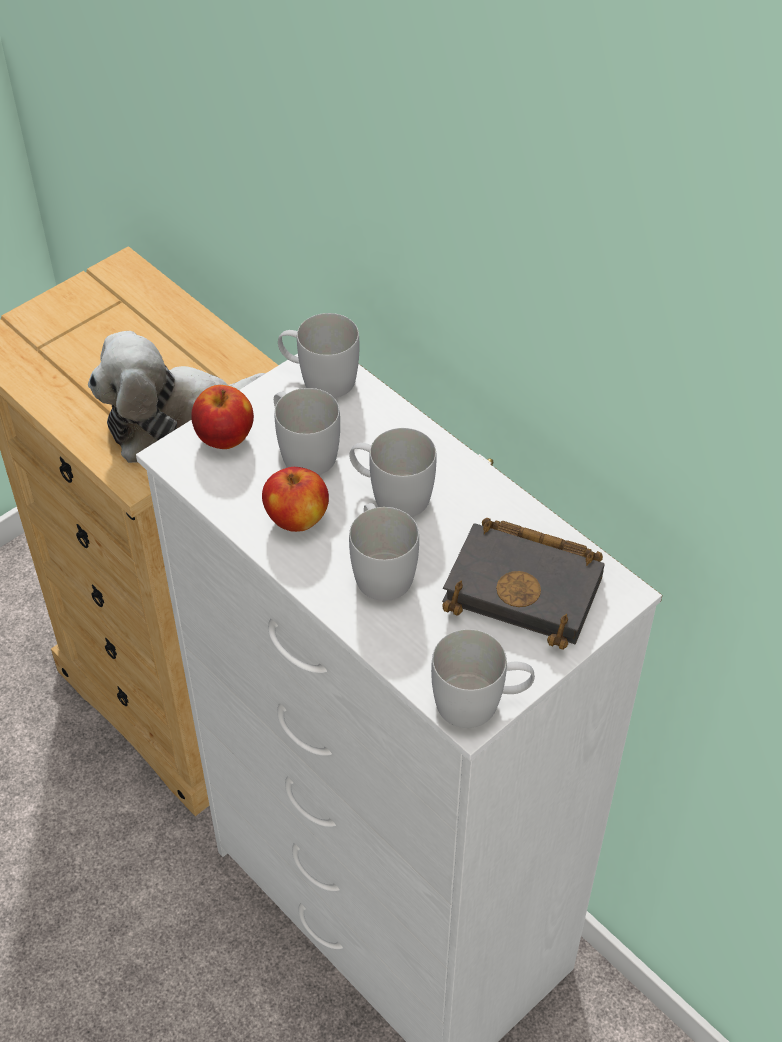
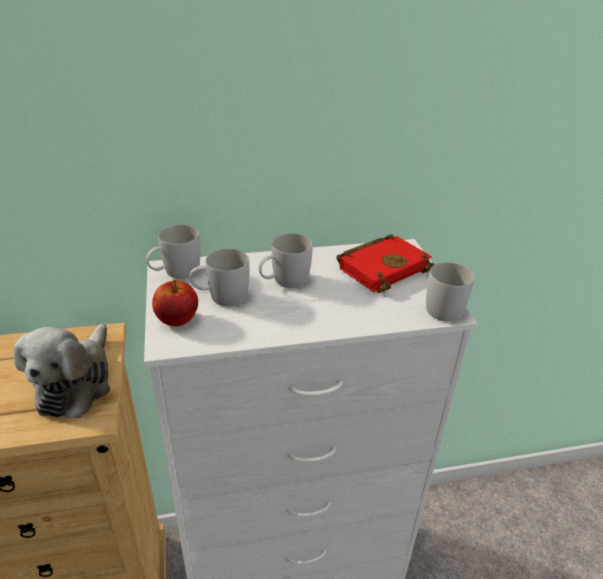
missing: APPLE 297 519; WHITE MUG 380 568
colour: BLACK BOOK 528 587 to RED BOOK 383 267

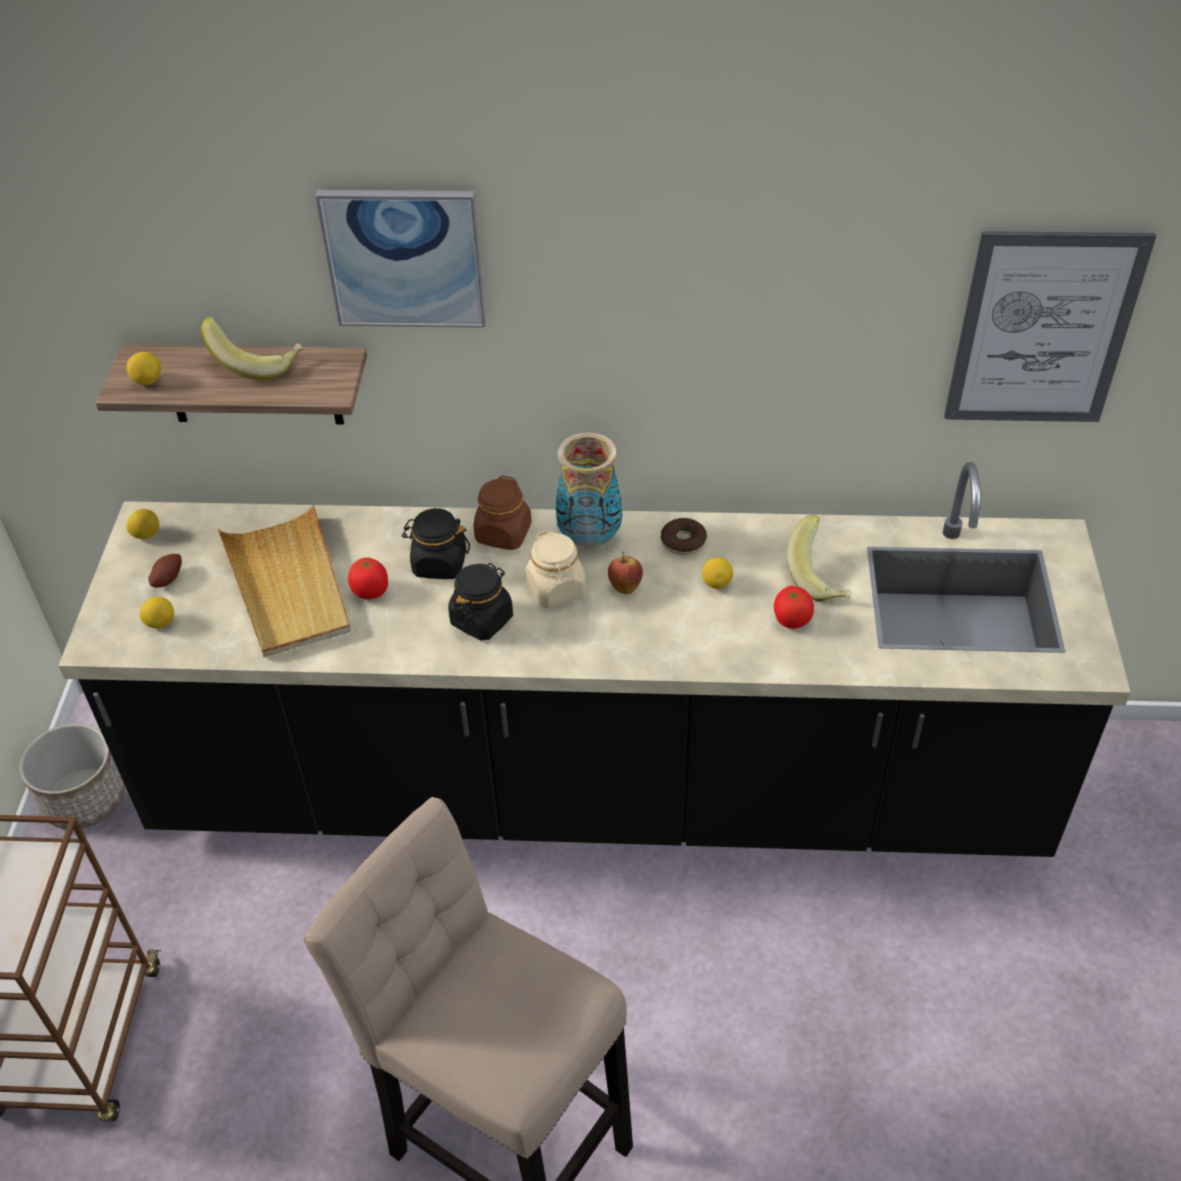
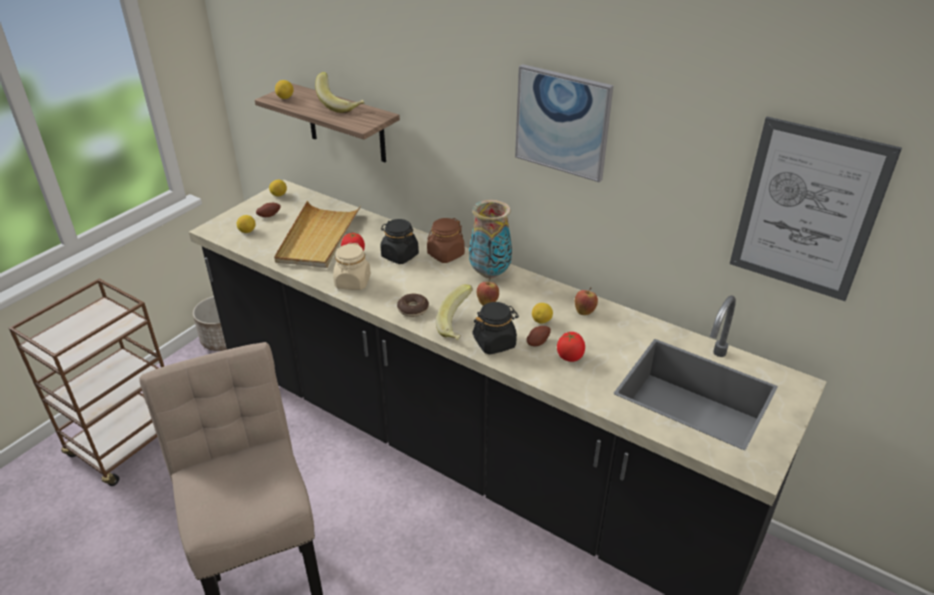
appeared: POTATO 537 342; APPLE 584 311
relocated: PICTURE 404 257 to 562 122; BLACK JAR 482 619 to 495 343; BEIGE JAR 556 589 to 353 282; DONUT 683 542 to 413 309; BANANA 820 577 to 458 326

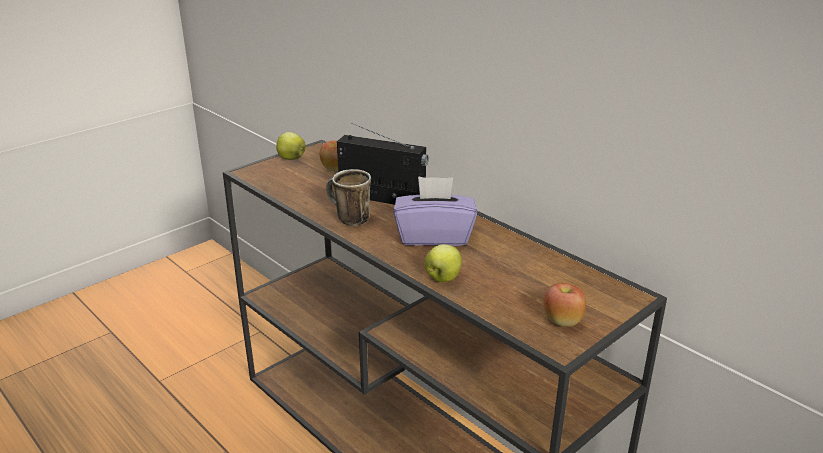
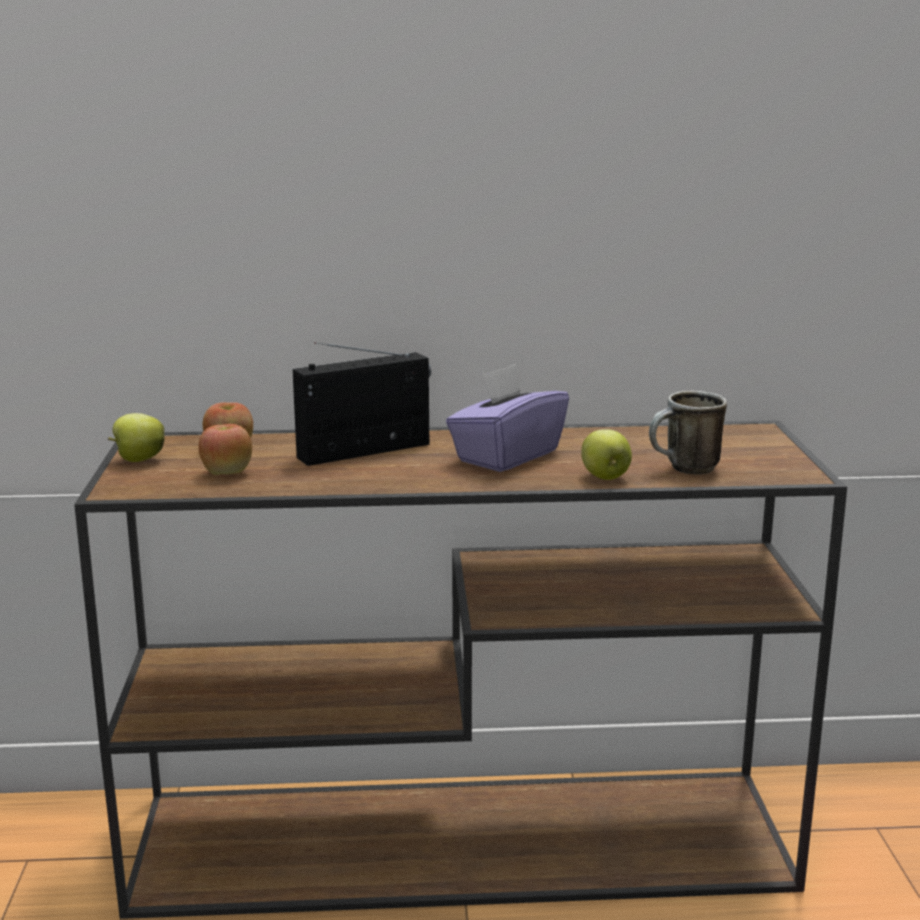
relocated: MUG 347 219 to 685 470; APPLE 562 321 to 227 473

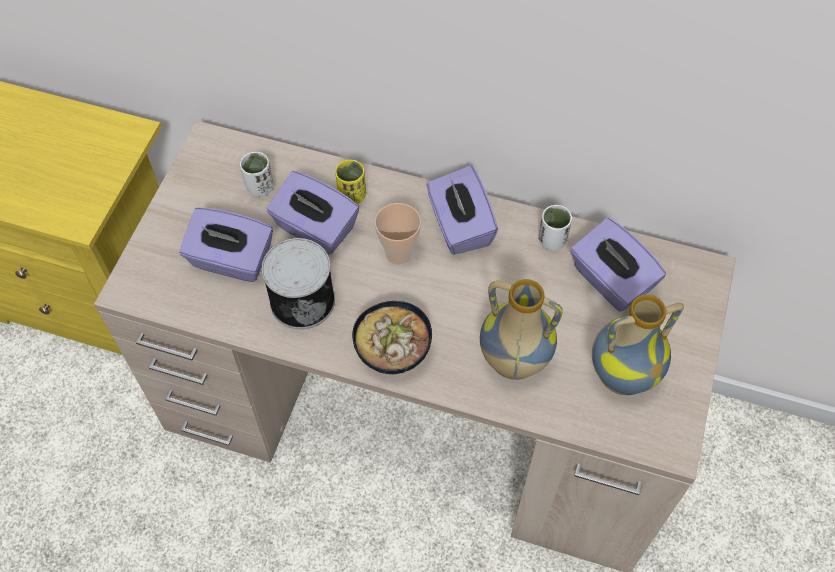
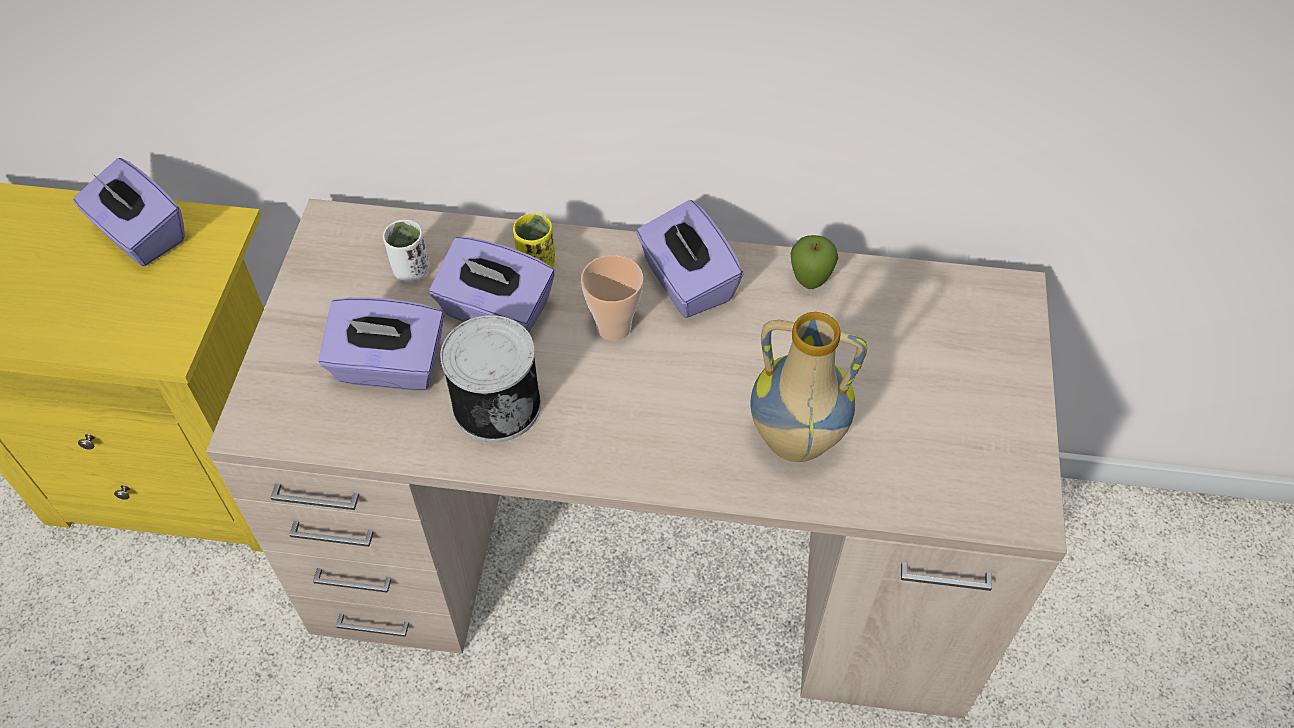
missing: BOWL 394 353; VASE 621 374
relocated: PURPLE TISSUE BOX 610 281 to 140 235
exchanged: WHITE CUP 552 240 to APPLE 809 283

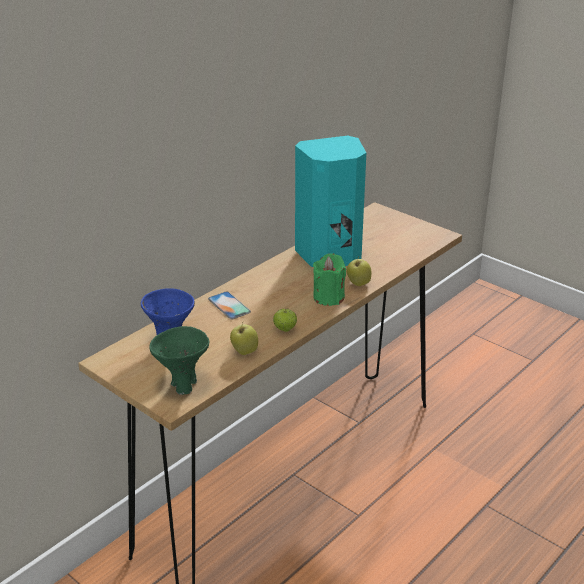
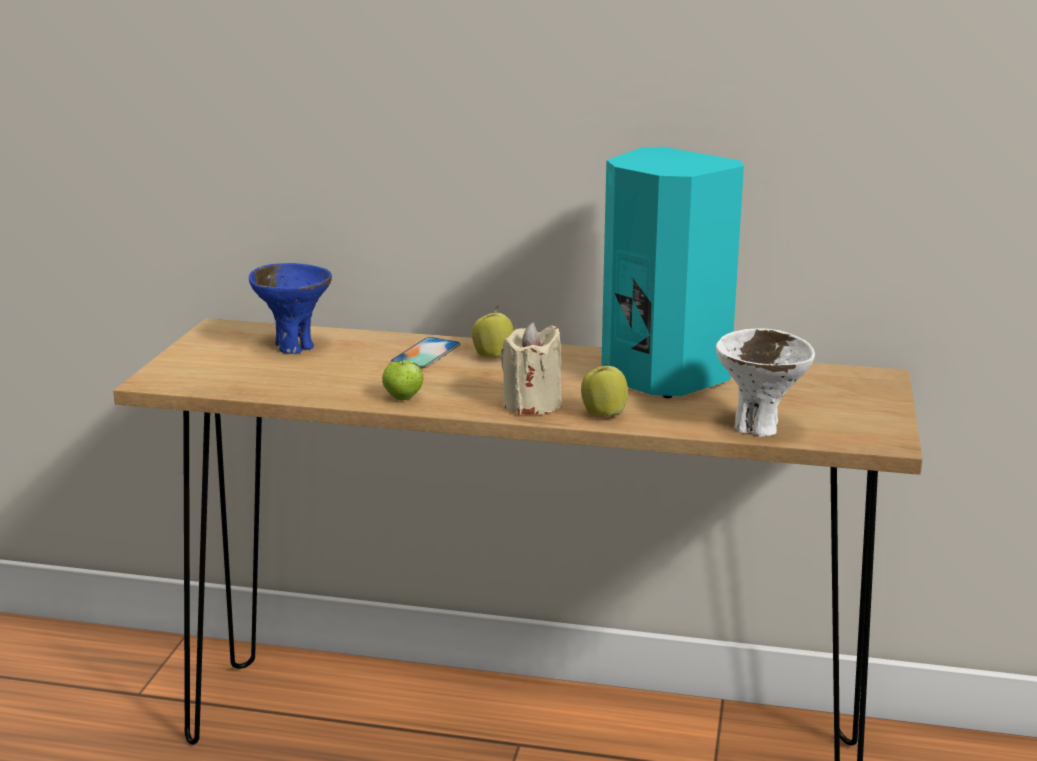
missing: GREEN BOWL 183 385
appeared: WHITE BOWL 758 427
relocated: APPLE 244 352 to 493 357
colour: GREEN CANDLE 328 297 to BEIGE CANDLE 531 404

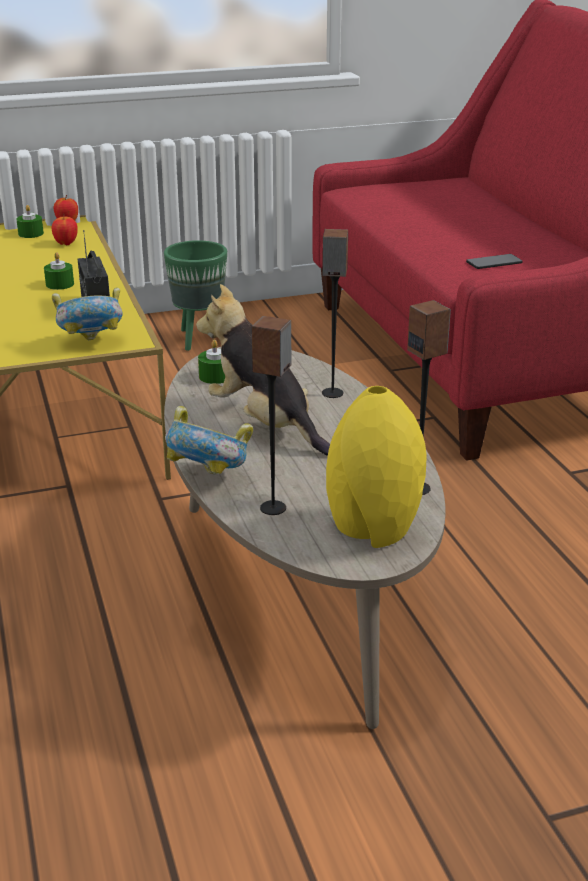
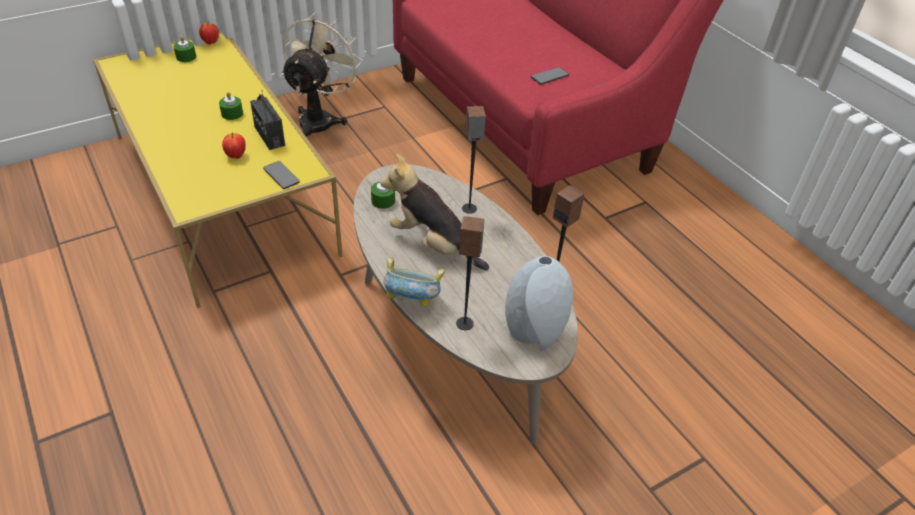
relocated: APPLE 66 243 to 236 156
exchanged: BOWL 92 342 to PHONE 281 176; GREEN PLANTER 199 339 to BEIGE FAN 320 119
colour: YELLOW VASE 373 529 to GREY VASE 535 333

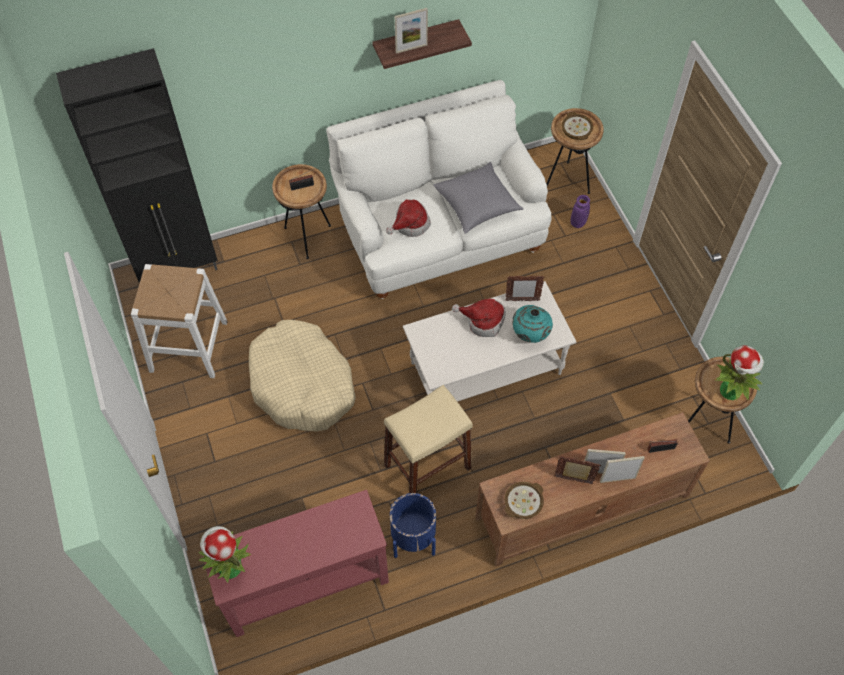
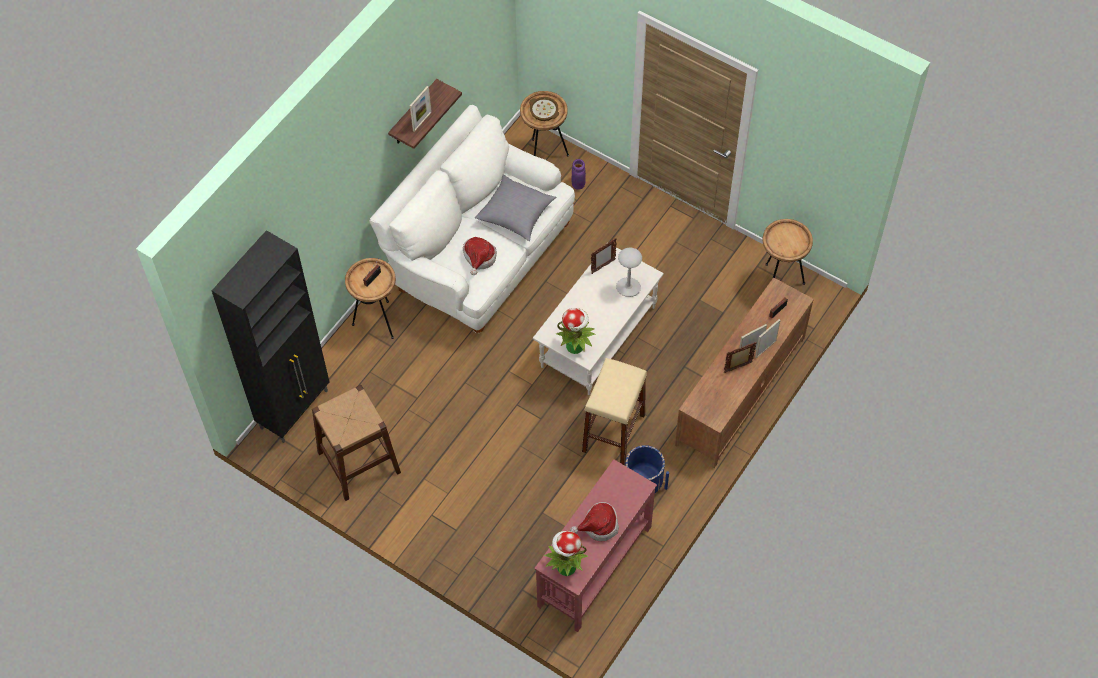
missing: BEIGE DOG BED 302 384; BOWL 523 502
relocated: HAT 483 321 to 598 526; POTTED PLANT 731 391 to 575 346
exchanged: TURQUOISE VASE 530 335 to GREY TABLE LAMP 628 288
colour: WHITE STOOL 188 346 to BROWN STOOL 358 462

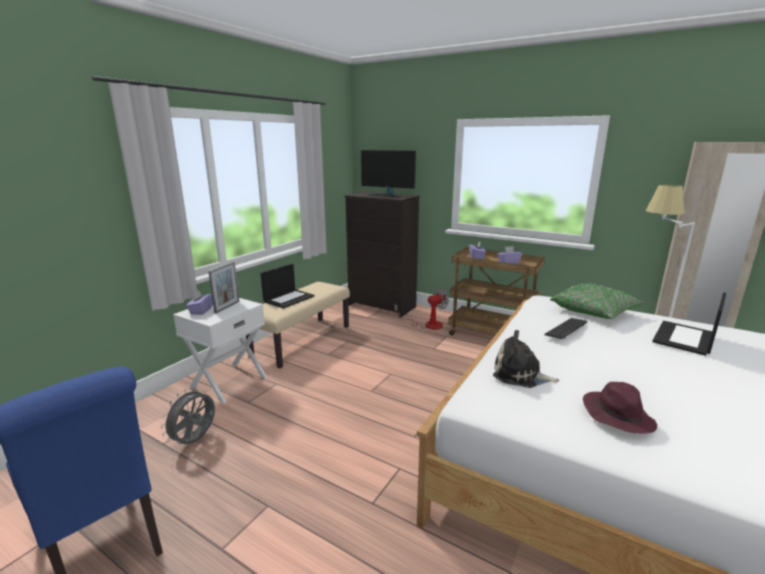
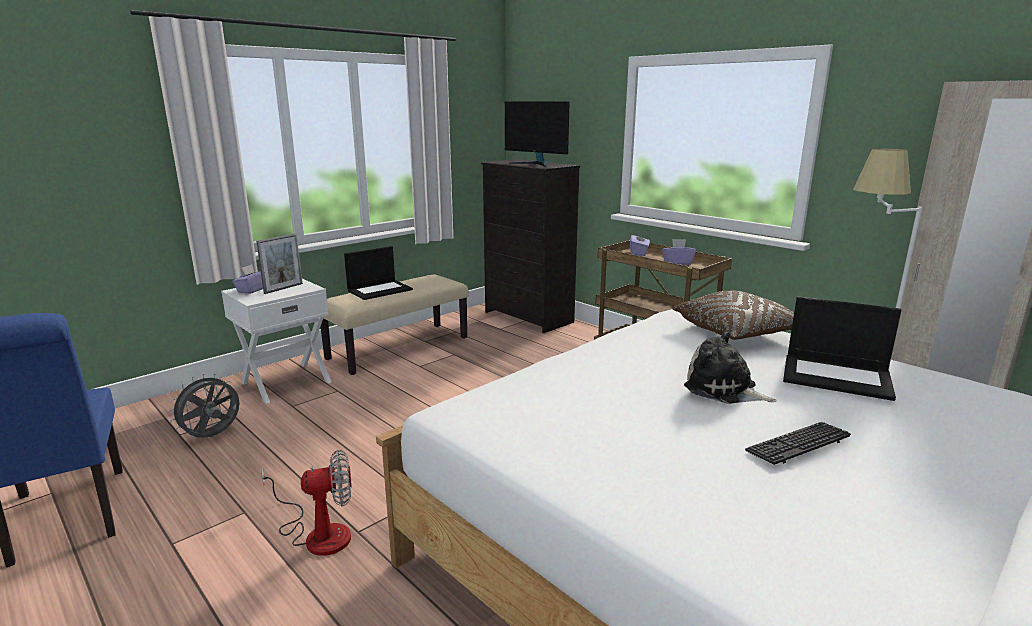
missing: PURPLE HAT 616 415
relocated: FAN 427 324 to 318 533; PLUSH TOY 520 375 to 724 389; KEYBOARD 566 329 to 798 445
colour: GREEN PILLOW 594 312 to BROWN PILLOW 737 333
spun: LAPTOP 685 338 = 837 377 120 degrees counterclockwise

